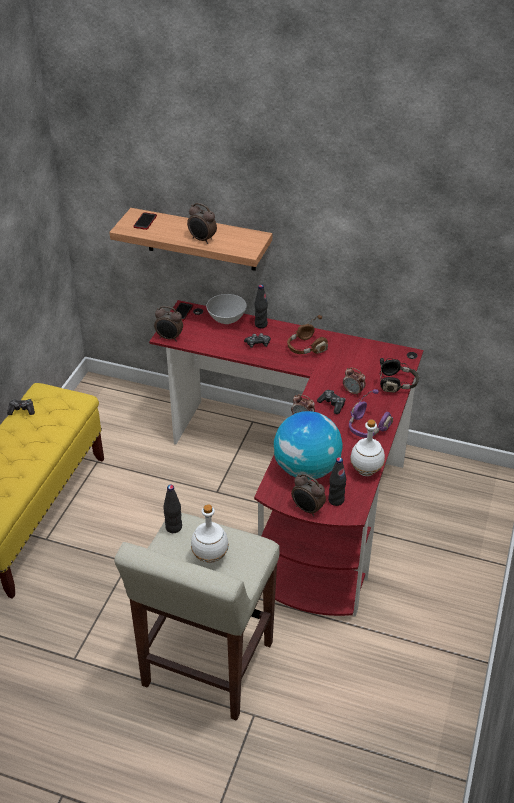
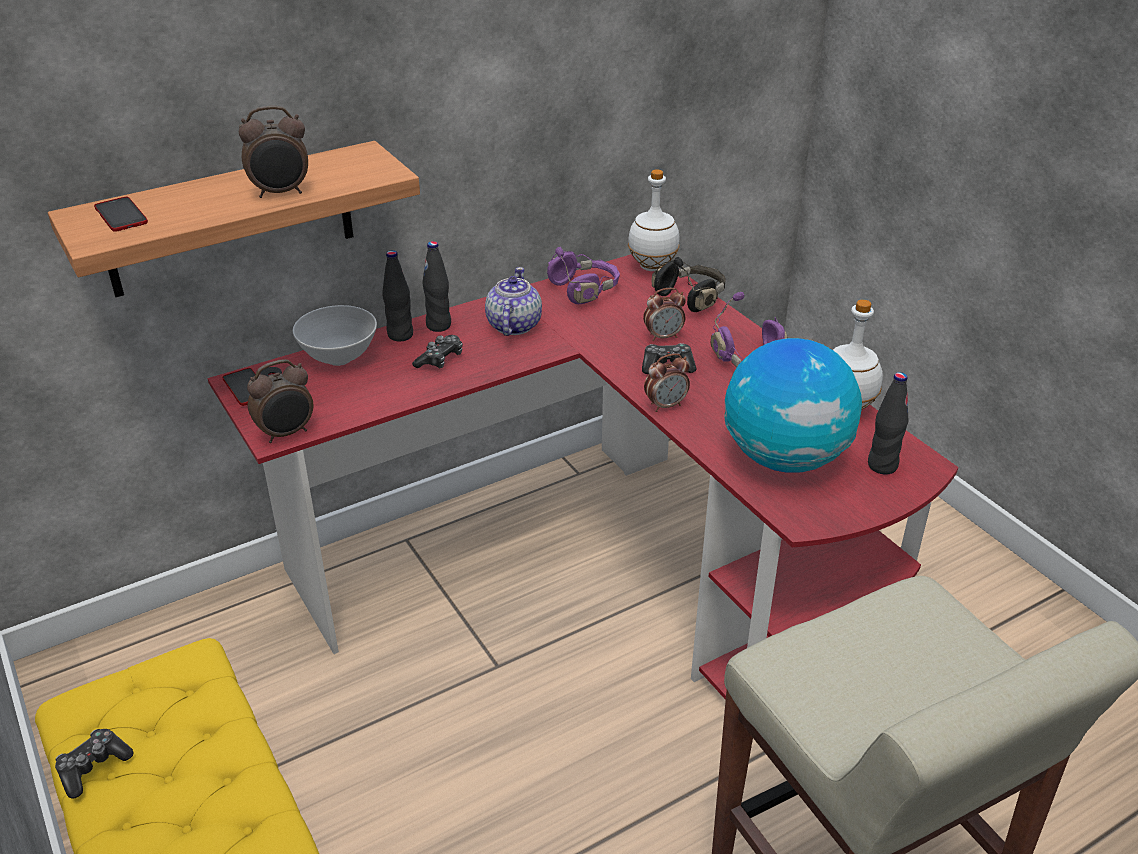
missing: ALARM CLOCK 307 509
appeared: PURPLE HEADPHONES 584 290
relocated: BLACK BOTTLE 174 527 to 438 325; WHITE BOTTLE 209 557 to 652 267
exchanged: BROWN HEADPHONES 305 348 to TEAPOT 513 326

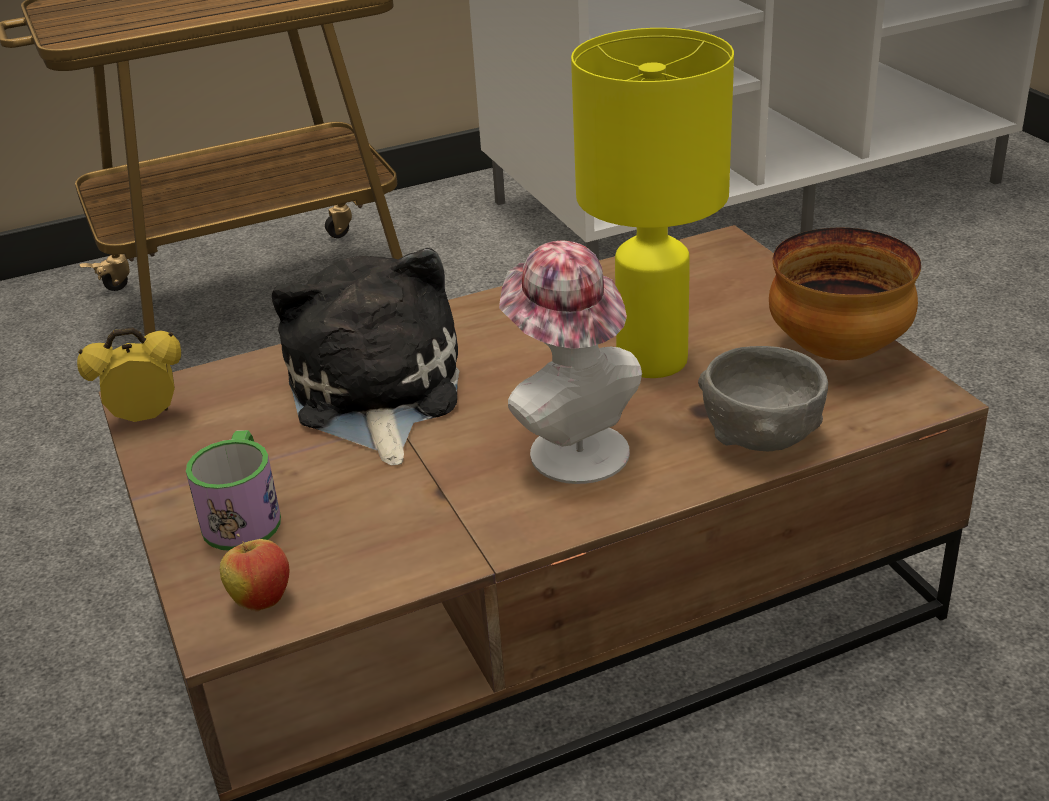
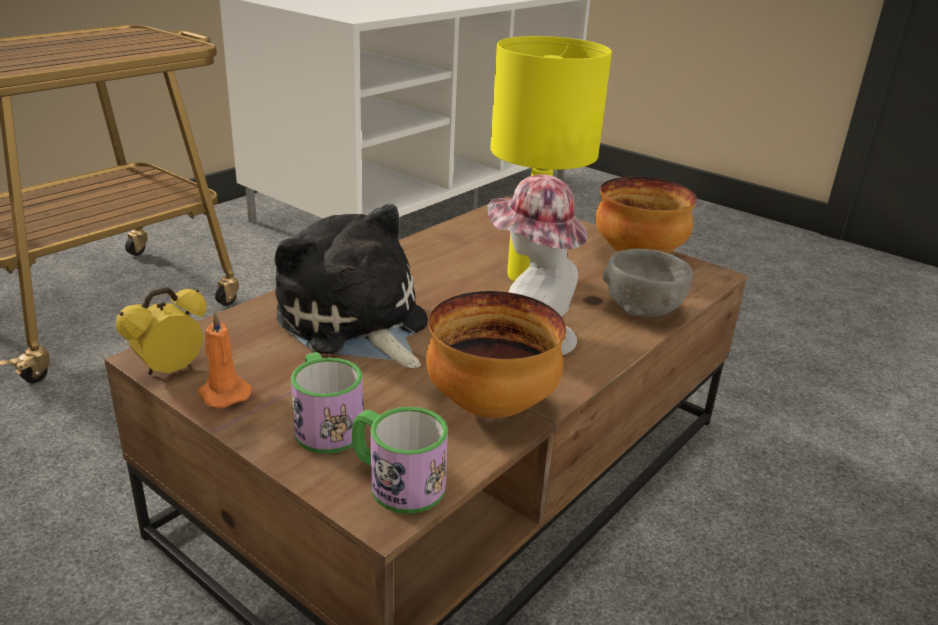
appeared: ORANGE CANDLE 223 393; BOWL 491 407
exchanged: APPLE 261 599 to MUG 396 482

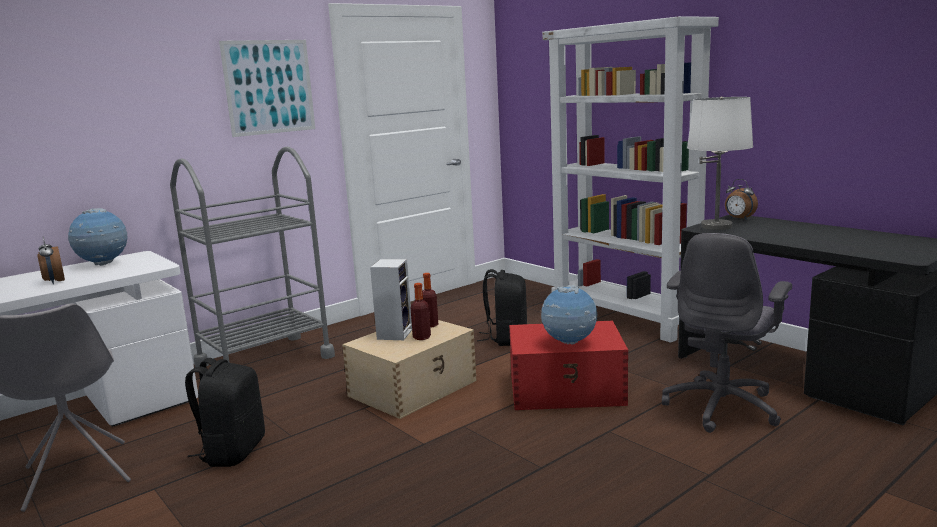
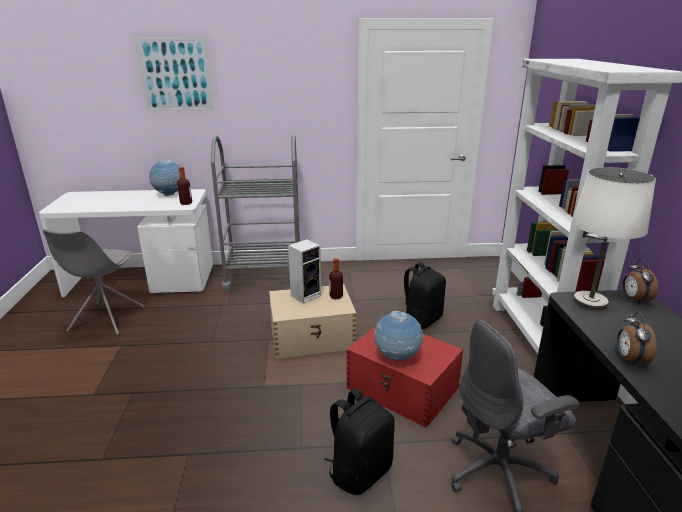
relocated: ALARM CLOCK 54 281 to 629 359; BLACK BACKPACK 232 452 to 359 471; PICTURE 269 87 to 175 75; BOTTLE 422 337 to 186 203

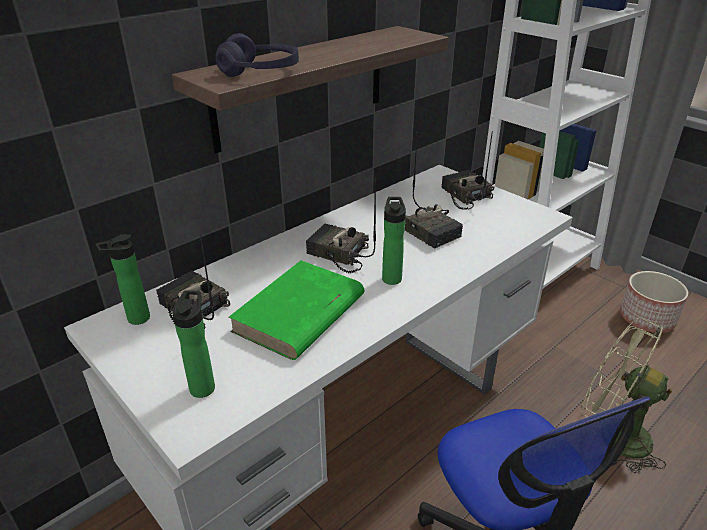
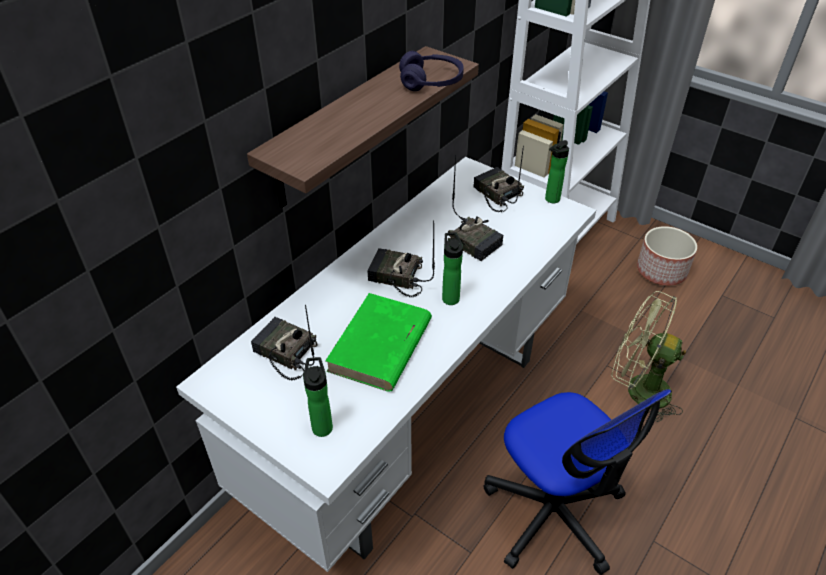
relocated: BOTTLE 135 319 to 551 200; PURPLE HEADPHONES 260 71 to 431 82

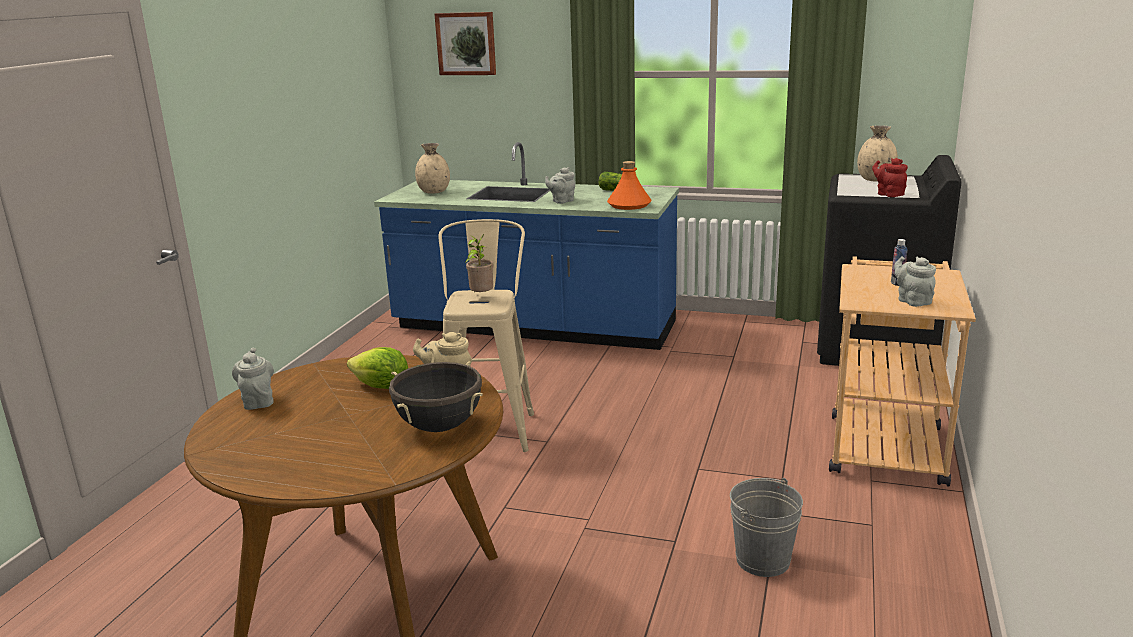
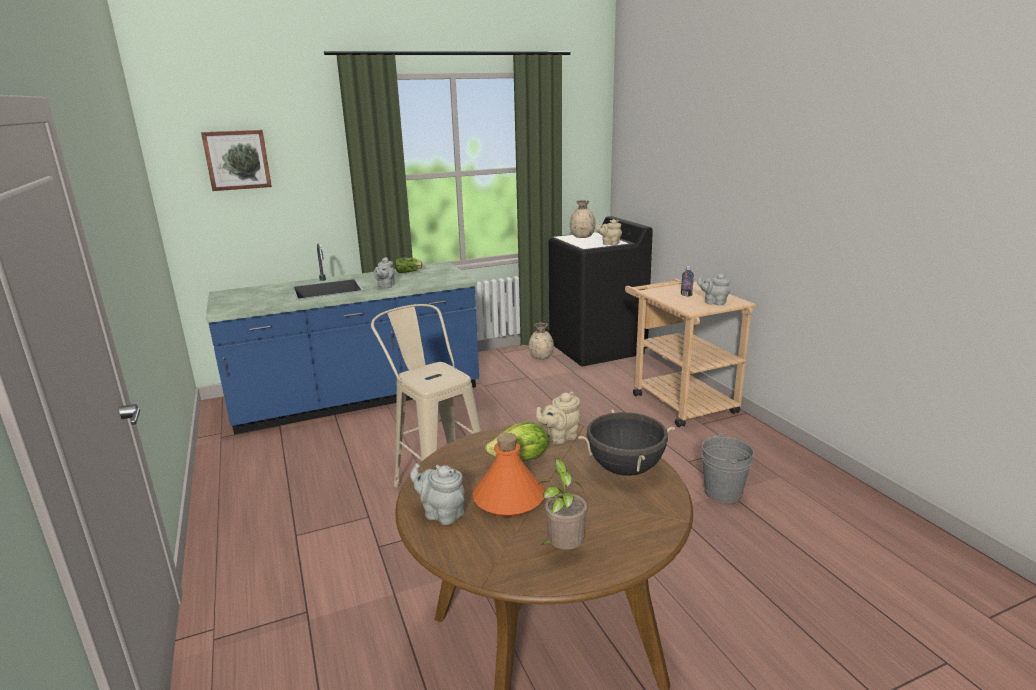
relocated: BEIGE VASE 434 192 to 541 357; POTTED PLANT 481 297 to 563 550; ORANGE BOTTLE 629 205 to 508 499
colour: RED TEAPOT 888 194 to BEIGE TEAPOT 609 244

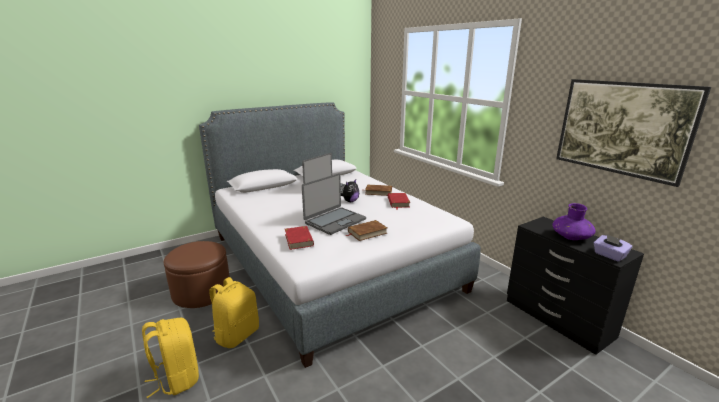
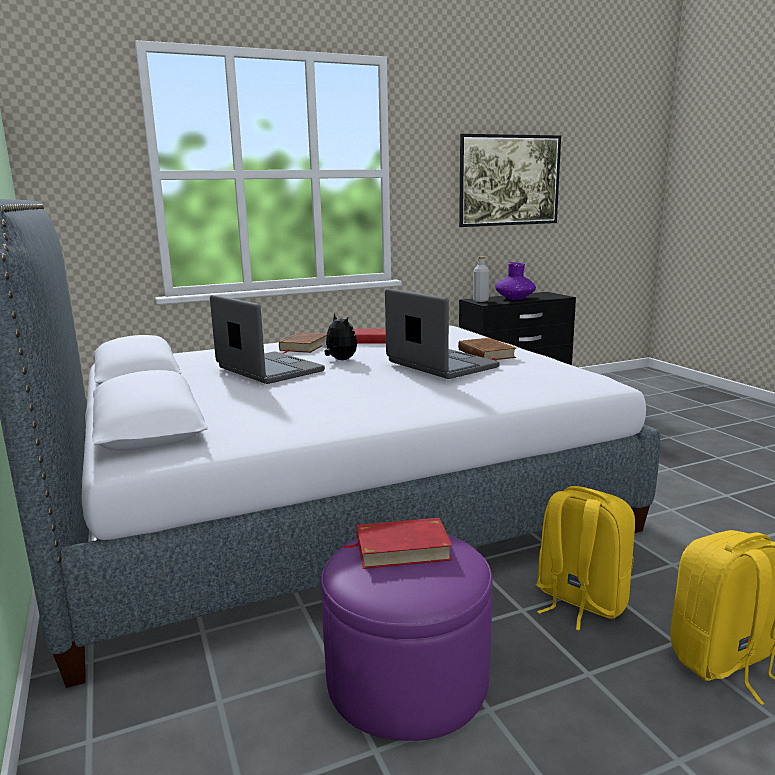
missing: PURPLE TISSUE BOX 609 255
appeared: GREY BOTTLE 480 301
relocated: RED BOOK 299 240 to 402 548
colour: BROWN OTTOMAN 201 291 to PURPLE OTTOMAN 407 679

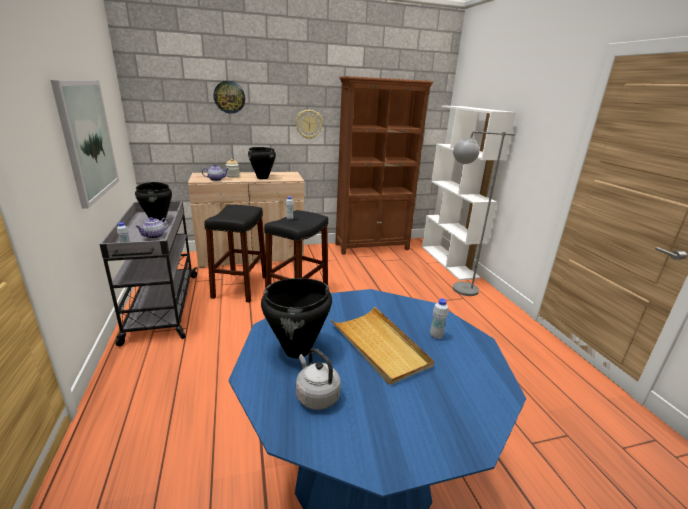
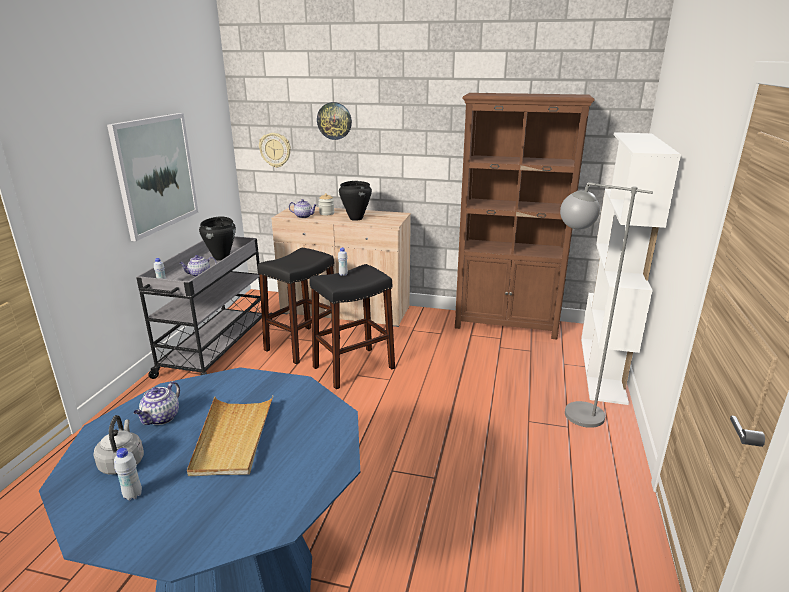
relocated: WALL CLOCK 309 124 to 275 150; WHITE BOTTLE 436 336 to 133 495
exchanged: BLACK COOKING POT 298 350 to TEAPOT 161 418

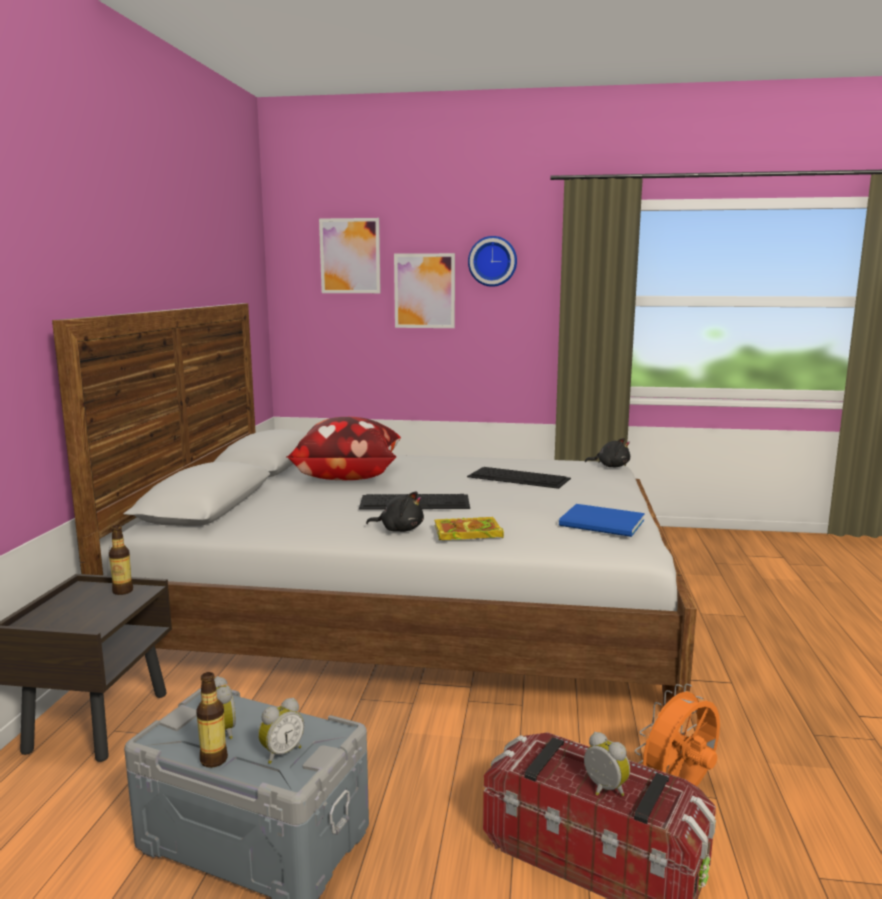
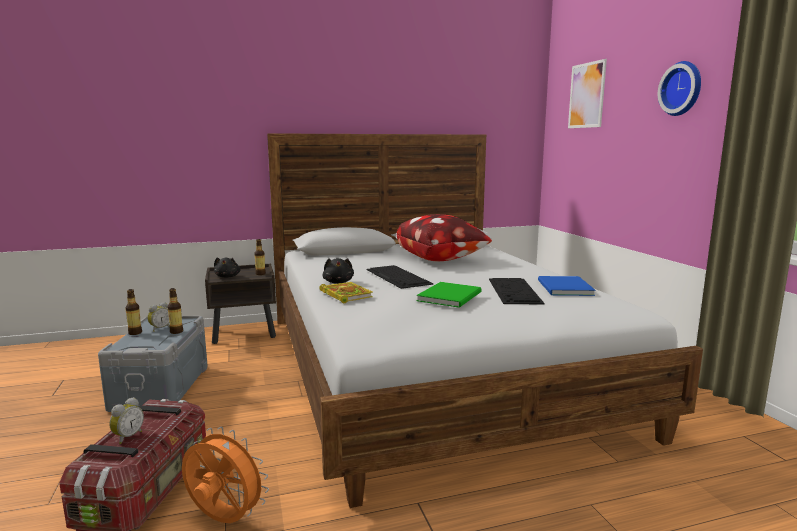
missing: ALARM CLOCK 281 752; PICTURE 424 291
appeared: BOTTLE 176 332; GREEN BOOK 452 296
relocated: BLUE BOOK 603 524 to 564 288; BLACK PLUSH TOY 610 466 to 228 277

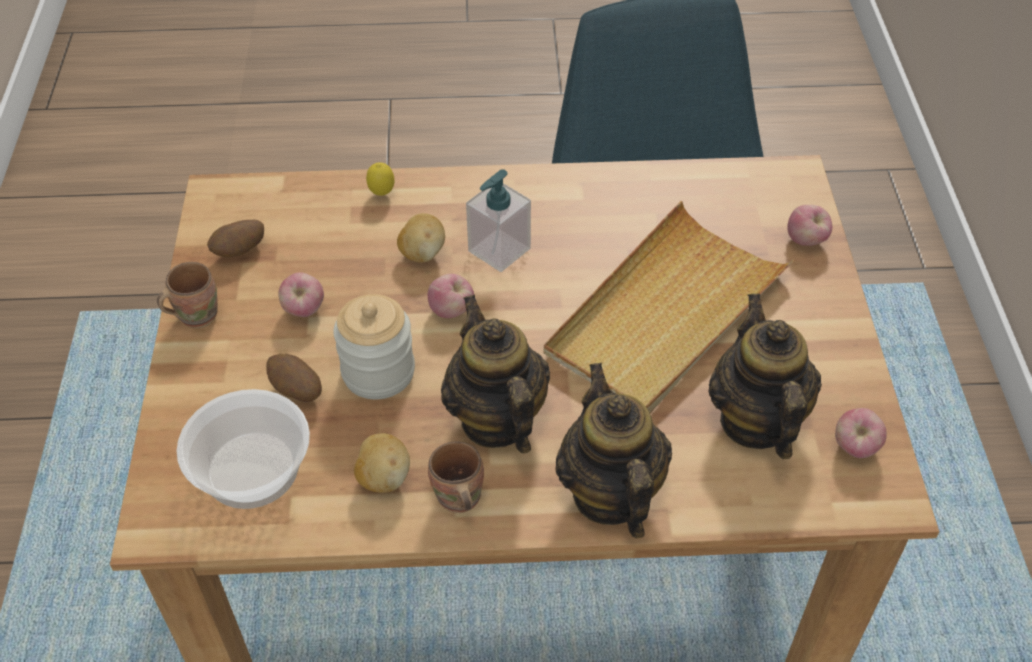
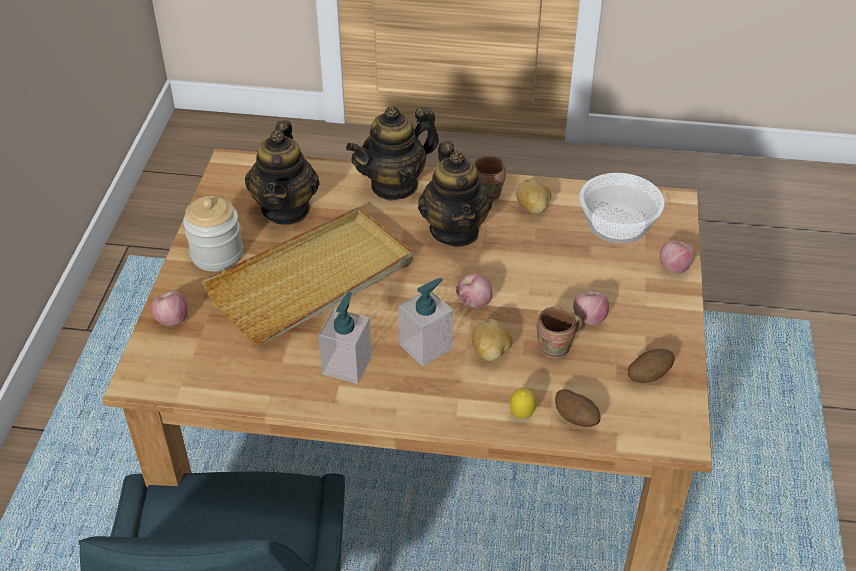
appeared: SOAP DISPENSER 347 365
relocated: BROWN MUG 195 315 to 557 349; POTATO 296 391 to 576 419; JAR 378 372 to 217 254; APPLE 855 448 to 674 268
spun: TEAPOT 609 493 = 395 185 60 degrees clockwise

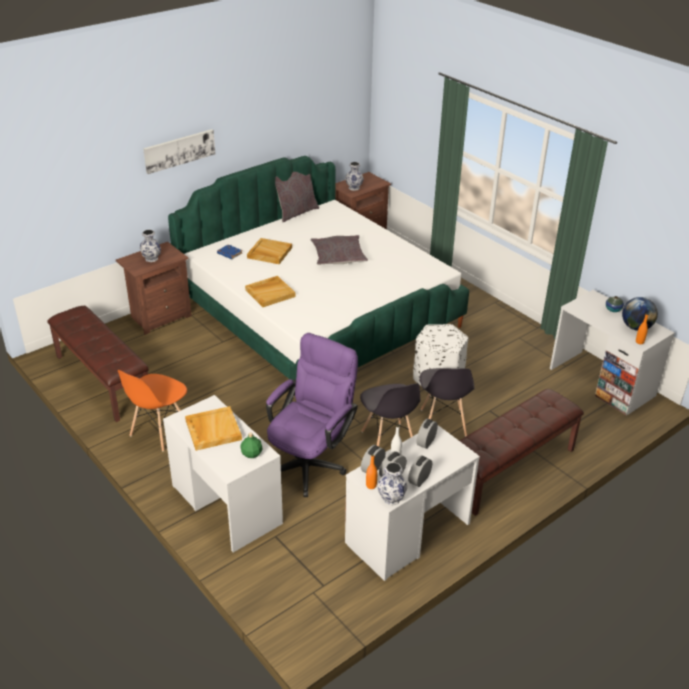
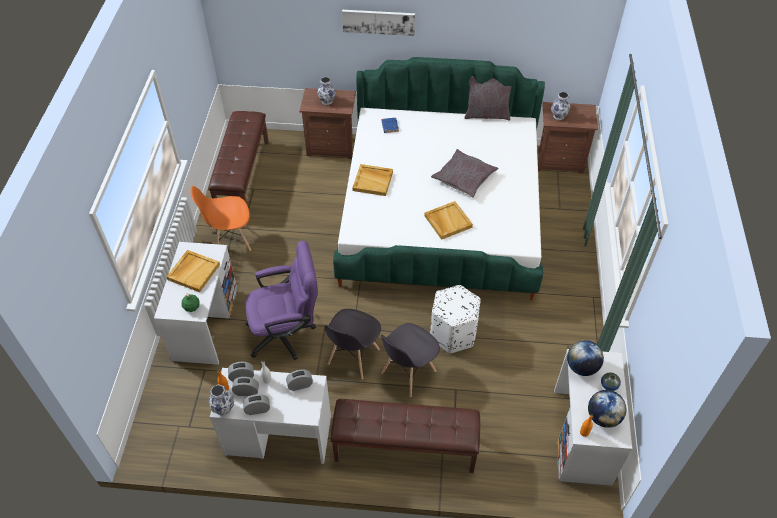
appeared: GLOBE 581 367
relocated: BEIGE TRAY 269 253 to 447 221

